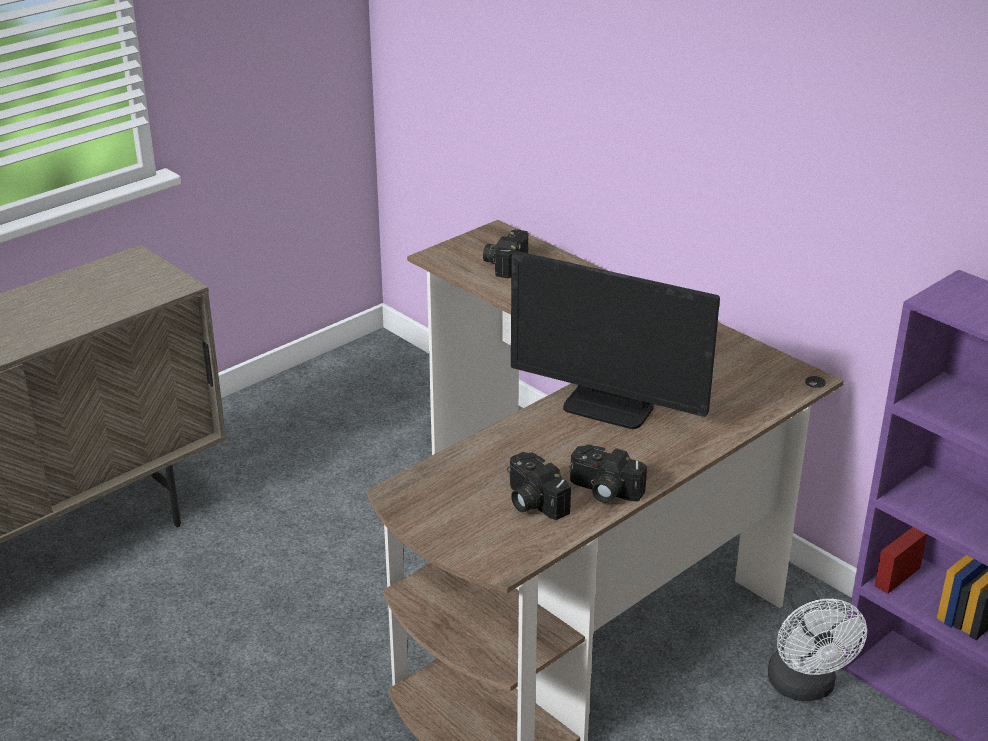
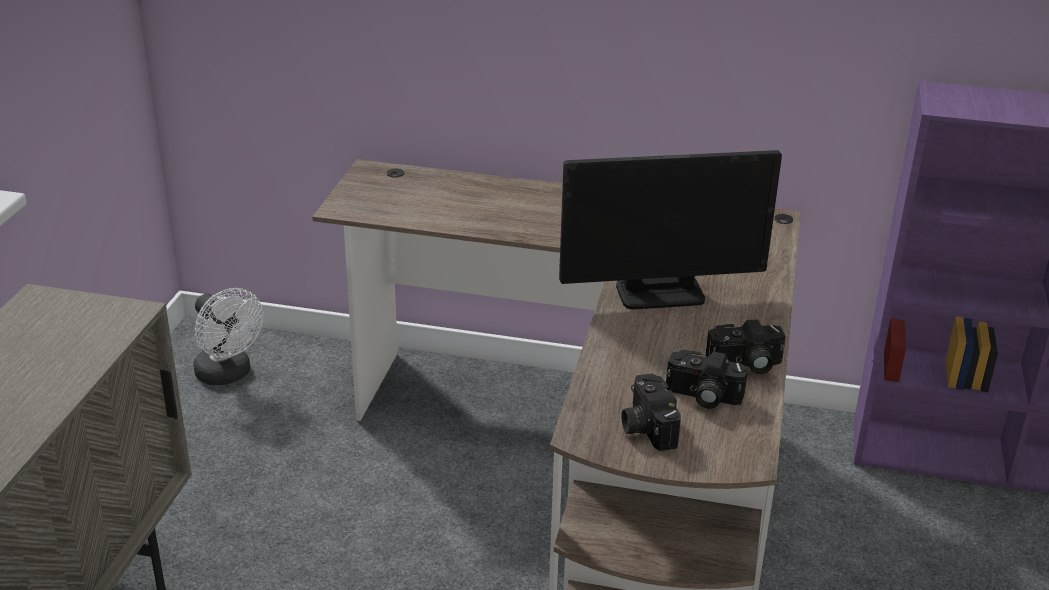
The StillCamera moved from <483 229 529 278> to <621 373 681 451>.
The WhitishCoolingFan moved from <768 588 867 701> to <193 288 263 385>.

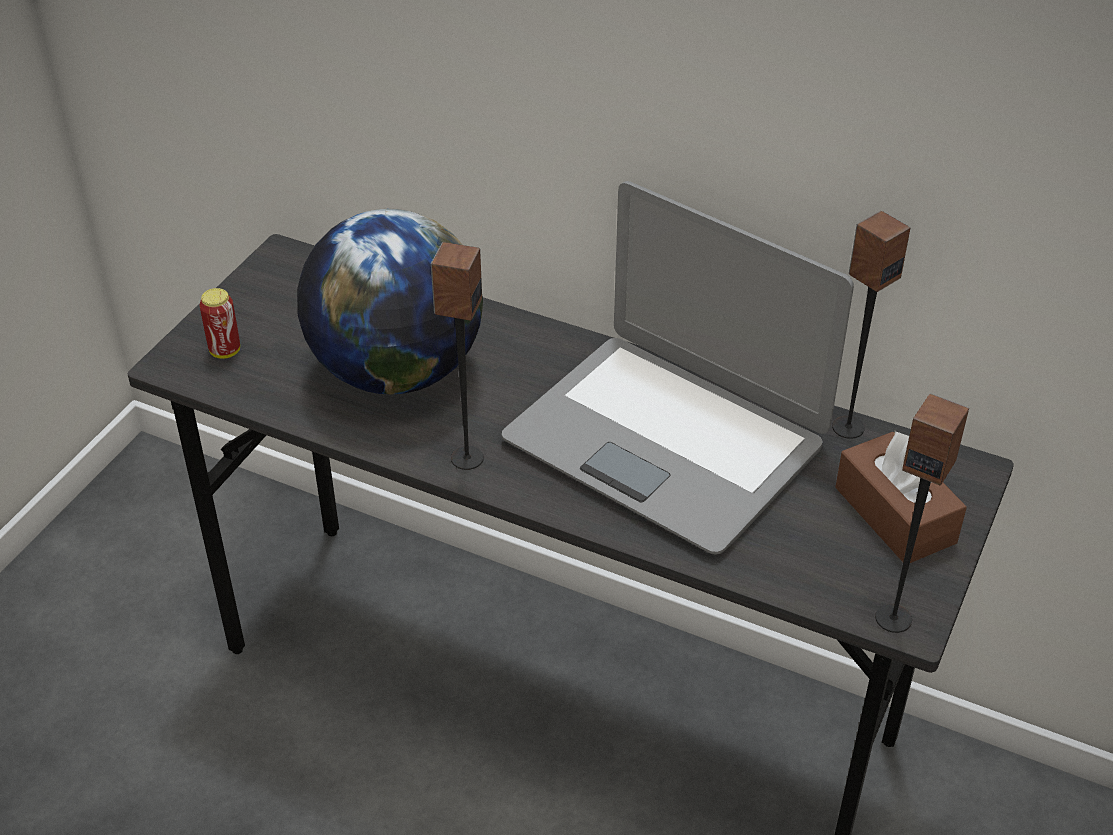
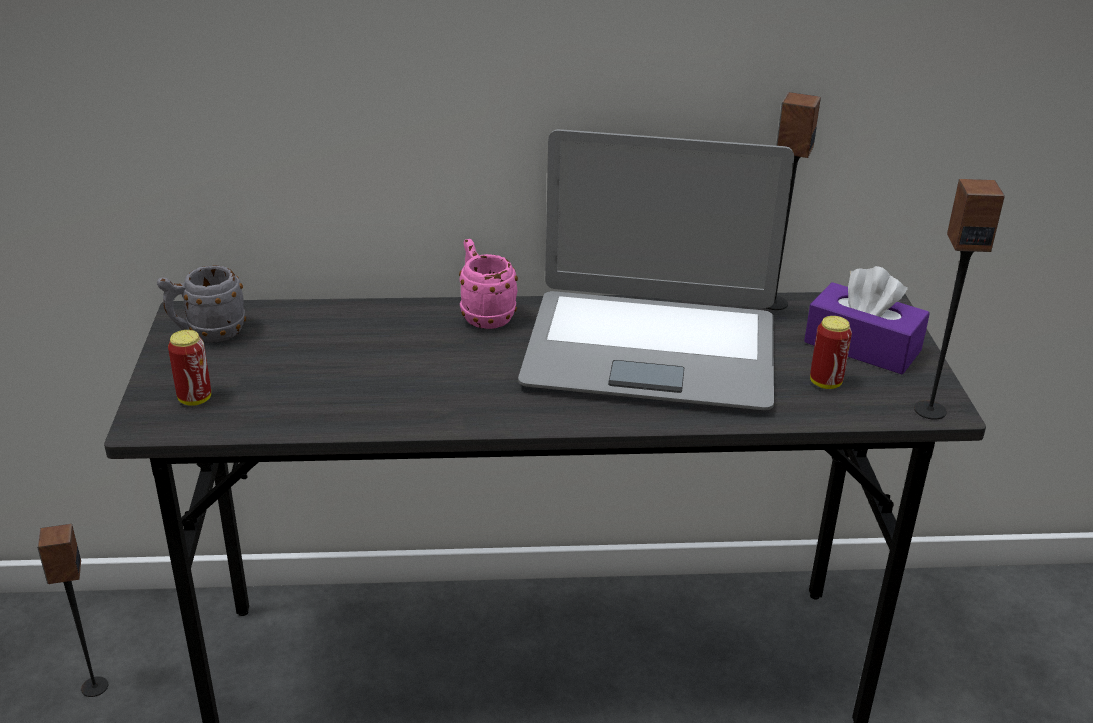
The WorldGlobe at <297 209 483 394> disappeared.
The AudioSpeaker moved from <431 242 484 470> to <37 524 108 697>.
The BrownishBoxOfTissues at <835 431 967 563> became the PurpleColouredBoxOfTissues at <804 266 930 374>.
The PinkCoffeeMug at <459 239 518 329> appeared.
The GreyCoffeeMug at <157 265 246 342> appeared.
The MetalCan at <810 316 852 389> appeared.

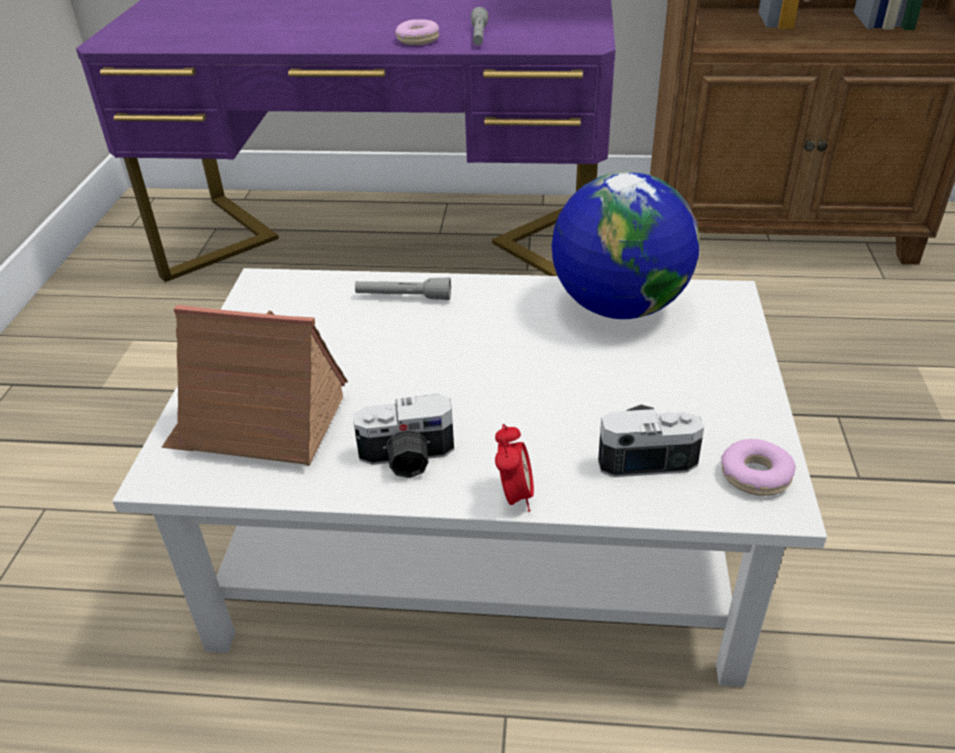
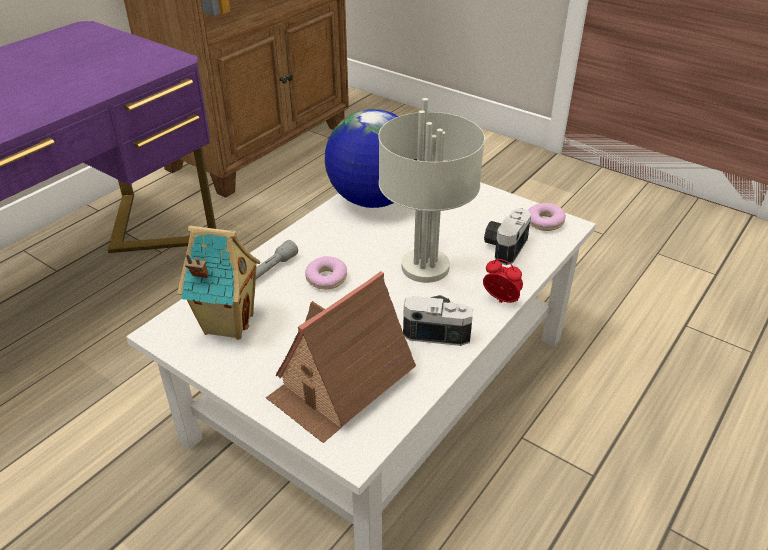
The GreyFlashlight at <471 7 489 45> disappeared.
The Doughnut moved from <395 19 439 45> to <305 256 347 290>.
The StillCamera at <353 394 454 478> turned 105 degrees counterclockwise.
The GreyLampForATable at <378 98 485 283> appeared.
The ToyHouse at <177 226 260 340> appeared.

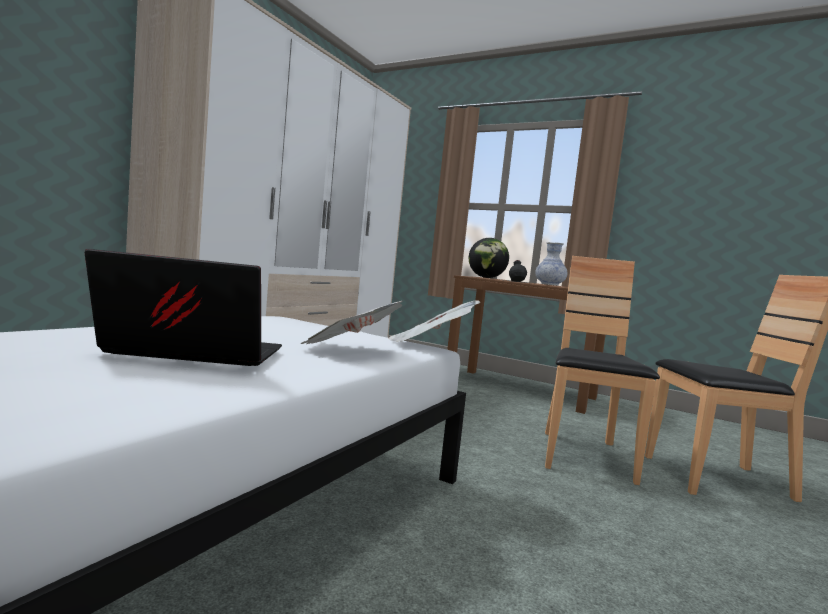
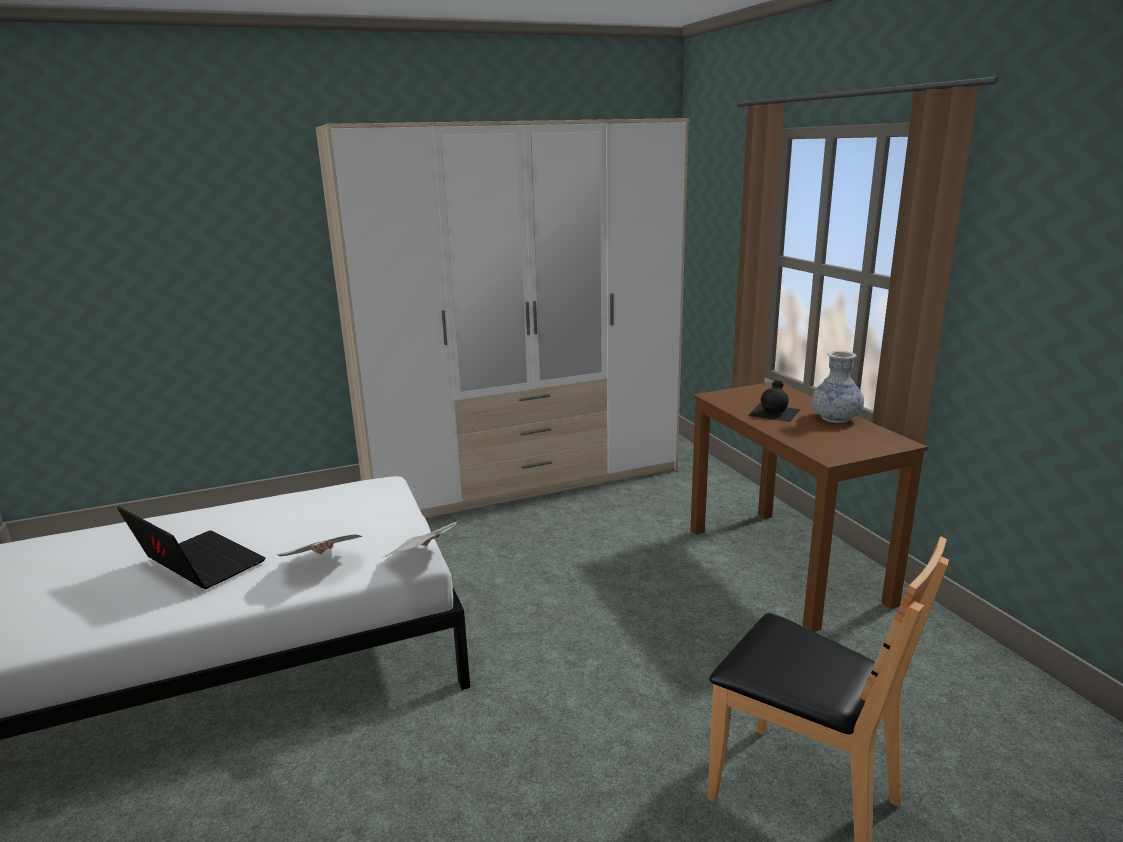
The WorldGlobe at <469 238 509 278> disappeared.
The BrownishUprightChair at <545 256 660 485> disappeared.

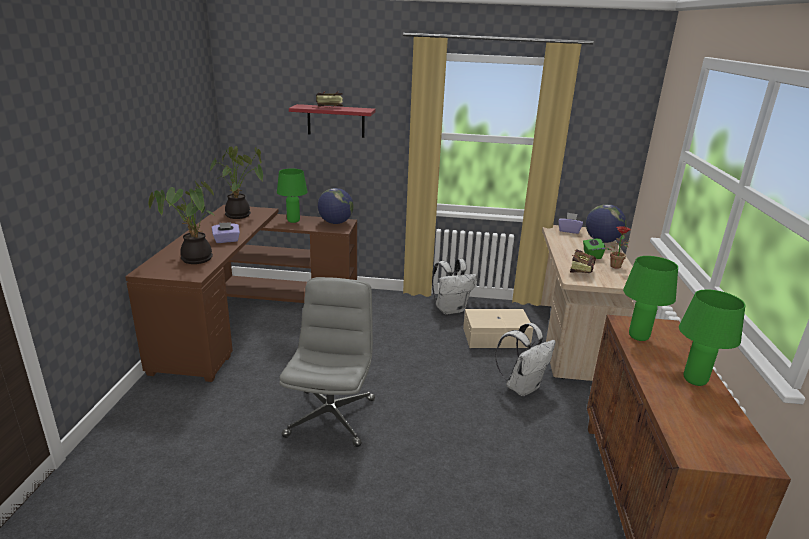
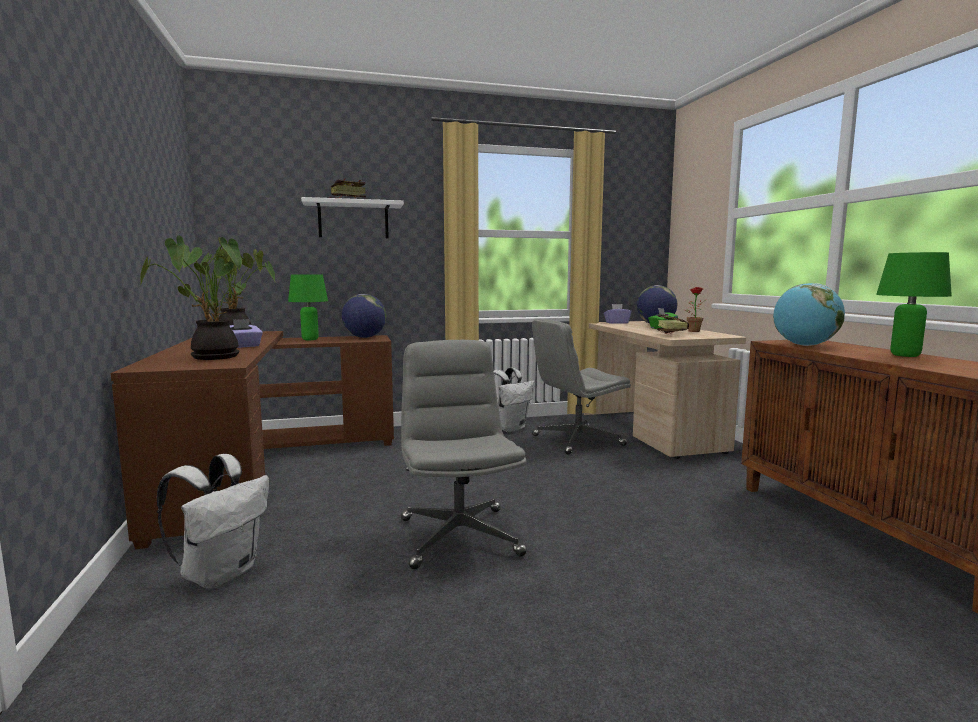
The RedBracketShelf at <289 104 376 138> became the WhitishBracketShelf at <301 197 404 238>.
The GreenColouredLampForATable at <623 256 678 341> was replaced by the WorldGlobe at <773 283 845 346>.
The BeigeColouredStorageContainer at <463 309 533 348> was replaced by the GreyComputerChair at <532 319 631 455>.
The WhitishBackpack moved from <495 323 556 396> to <157 454 269 589>.

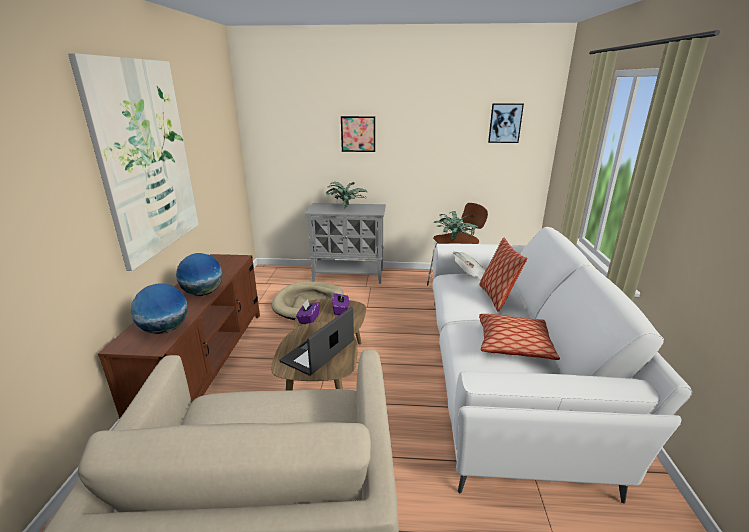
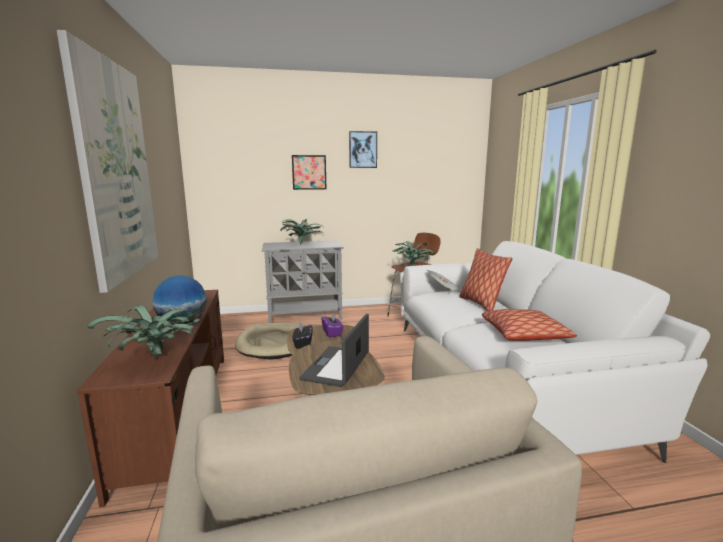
The WallArt moved from <488 103 524 143> to <349 131 377 168>.
The WorldGlobe at <131 284 188 334> was replaced by the Houseplant at <87 305 200 359>.
The PurpleColouredBoxOfTissues at <296 299 320 324> became the BlackColouredBoxOfTissues at <292 321 313 349>.

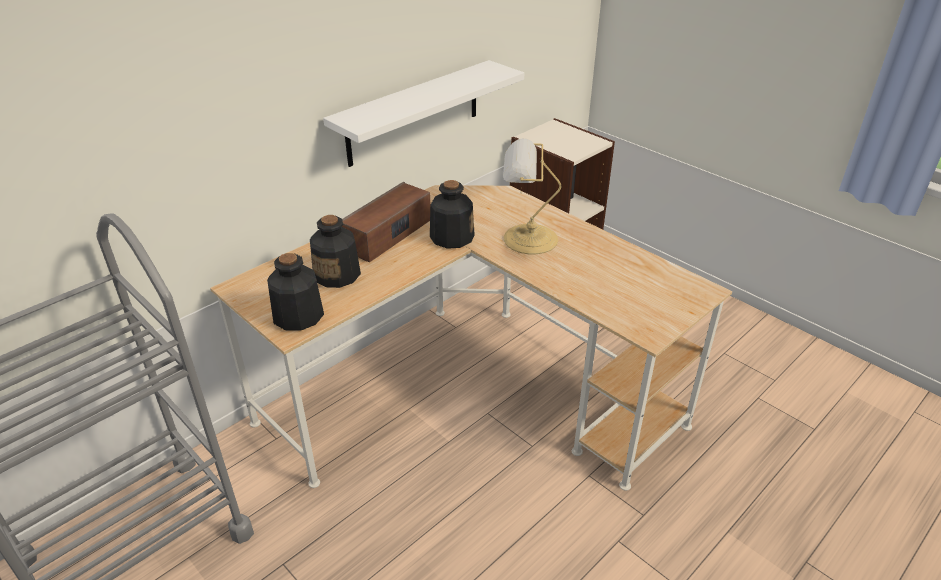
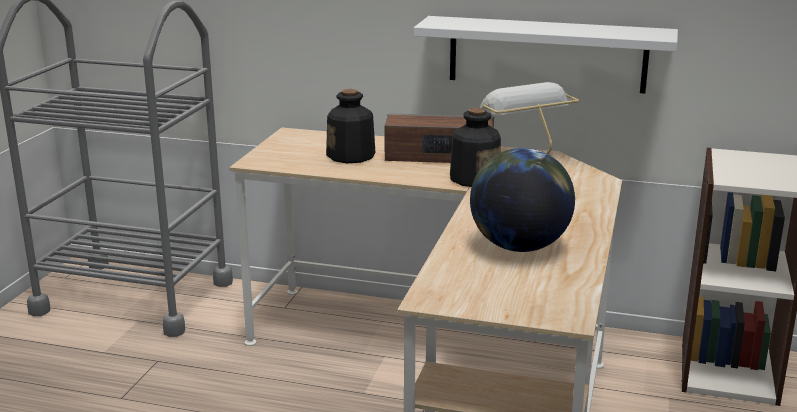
The BeverageBottle at <267 253 324 331> disappeared.
The WorldGlobe at <470 148 575 252> appeared.

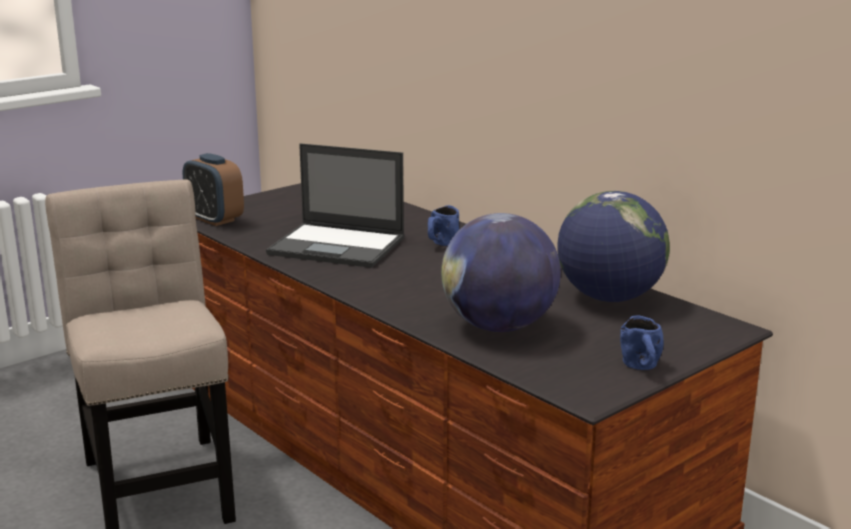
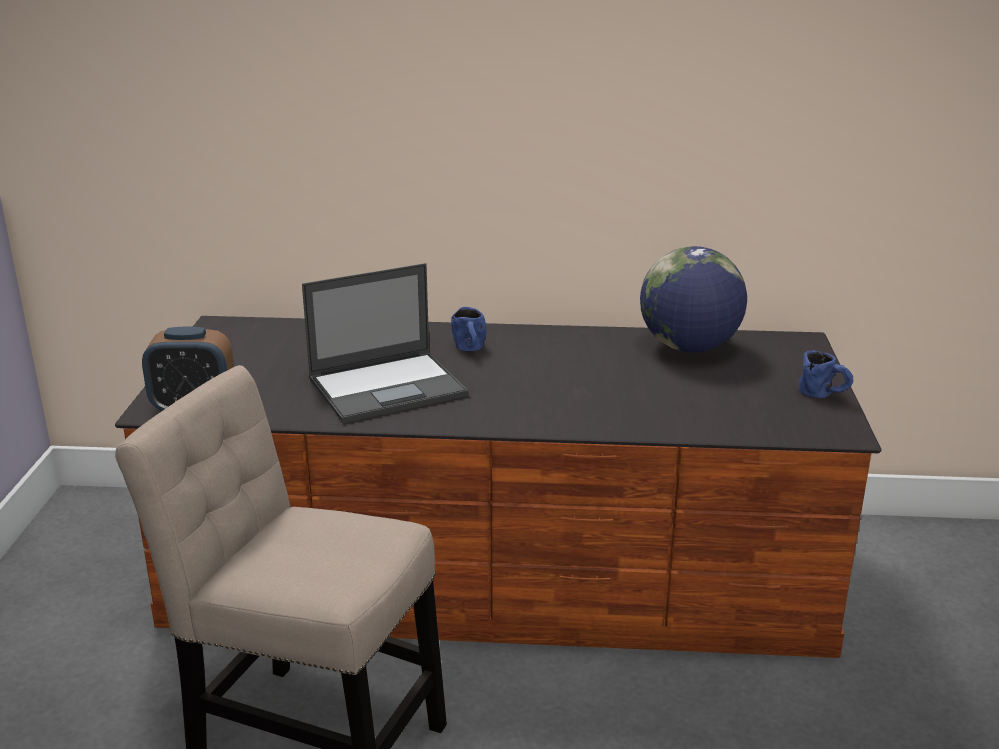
The WorldGlobe at <441 213 561 332> disappeared.

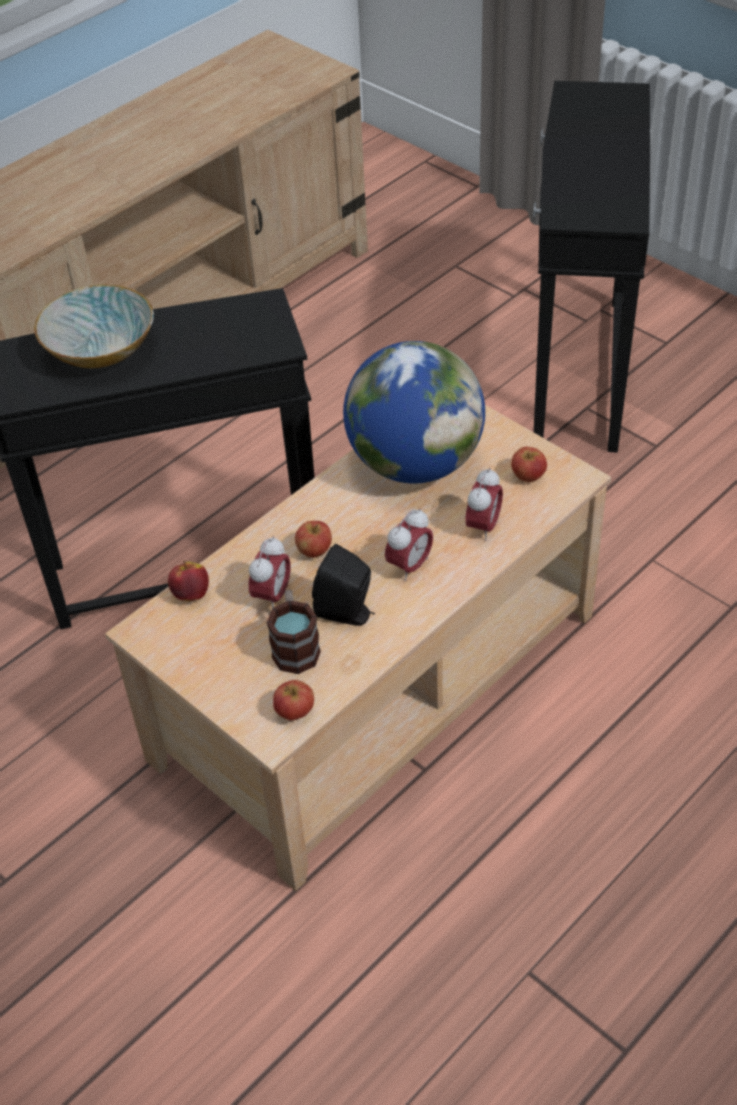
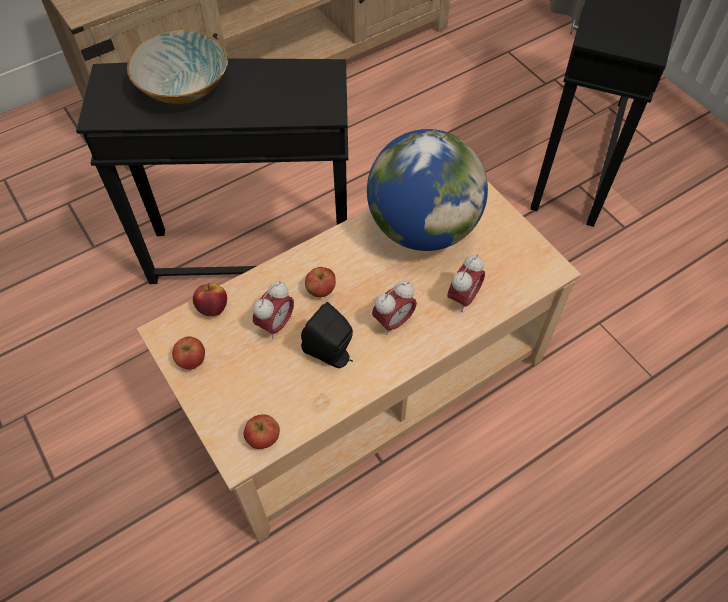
The AppleFruit moved from <511 447 547 482> to <172 336 205 370>.
The CoffeeMug at <266 590 321 674> disappeared.

